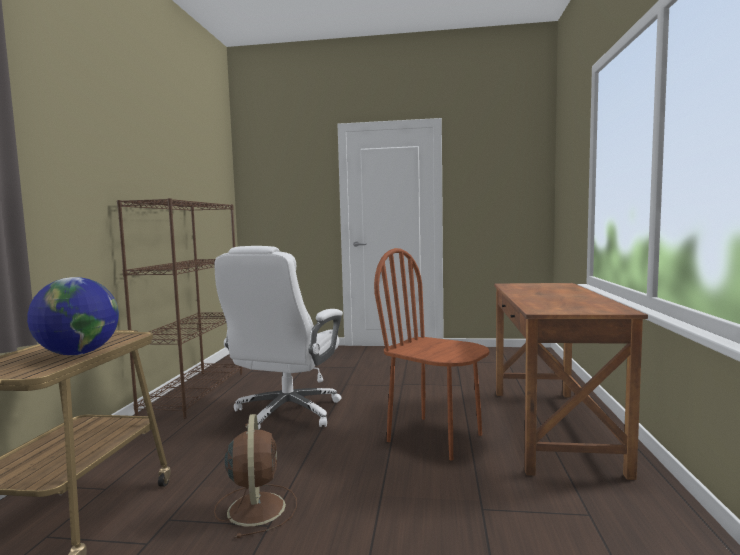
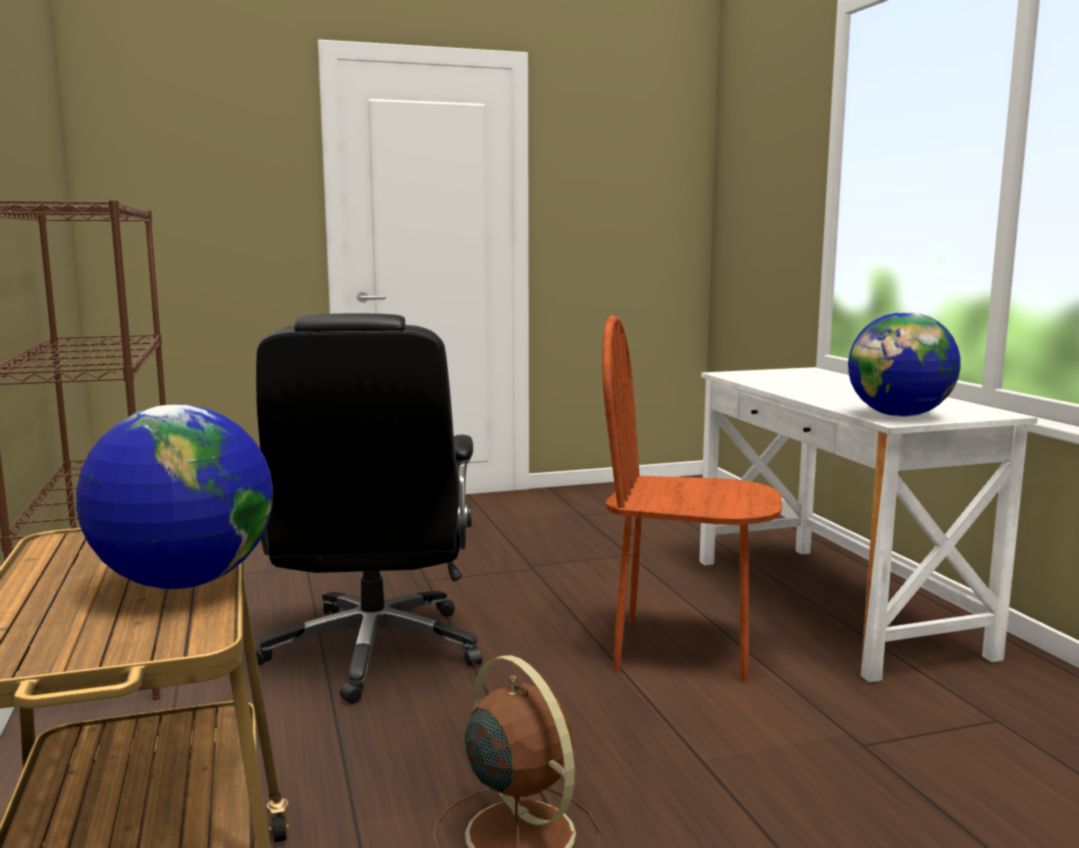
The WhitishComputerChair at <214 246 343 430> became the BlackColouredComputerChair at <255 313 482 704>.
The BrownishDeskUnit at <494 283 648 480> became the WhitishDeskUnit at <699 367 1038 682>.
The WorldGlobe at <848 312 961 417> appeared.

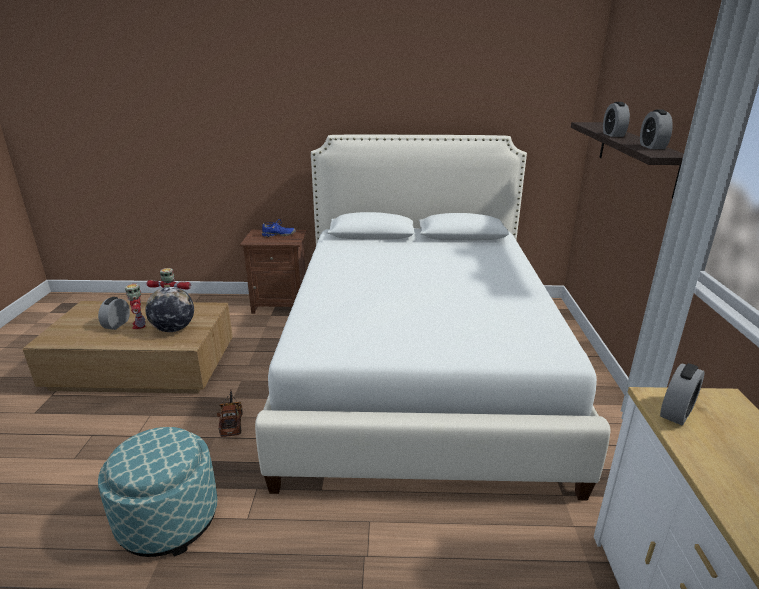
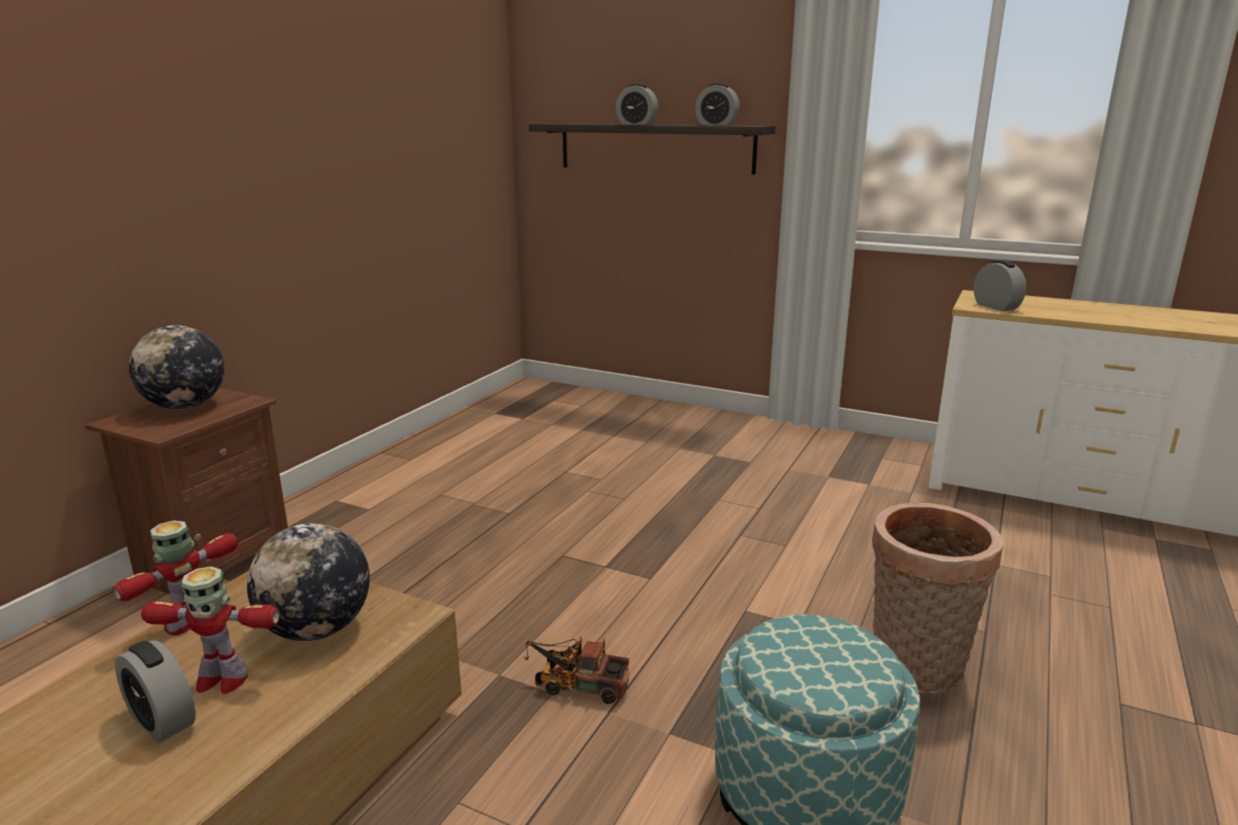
The WhitishSleepingBed at <255 135 610 500> disappeared.
The BluishLowShoe at <262 219 296 237> was replaced by the WorldGlobe at <129 325 224 410>.
The HouseholdBasket at <872 503 1003 694> appeared.

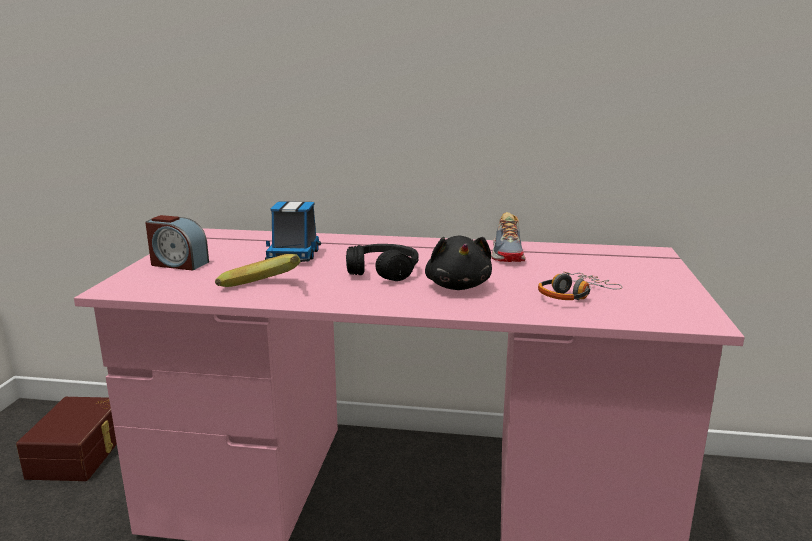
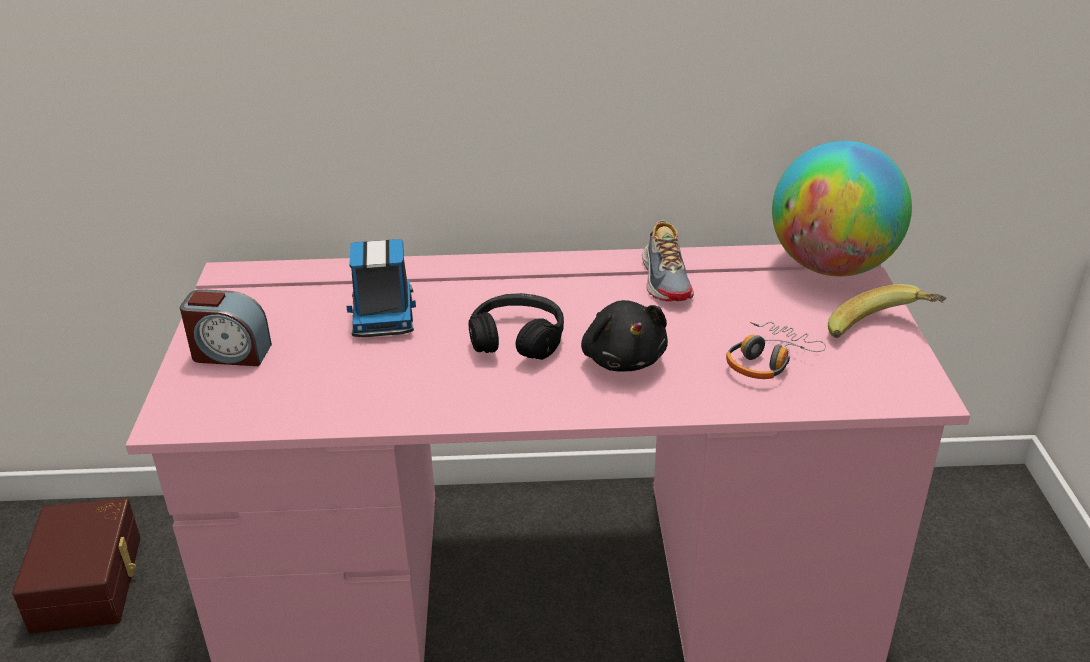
The Banana moved from <215 254 300 287> to <828 284 946 338>.
The WorldGlobe at <772 141 912 276> appeared.

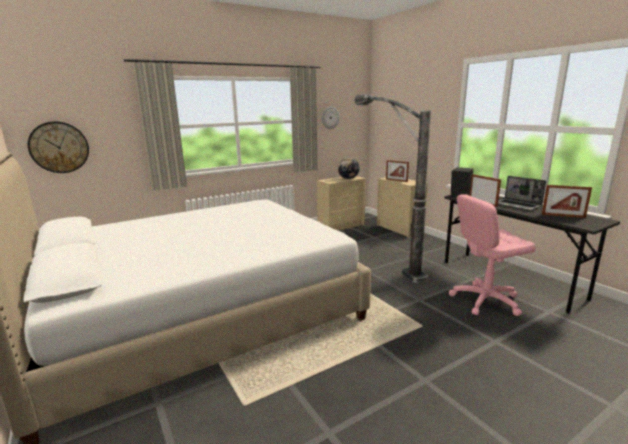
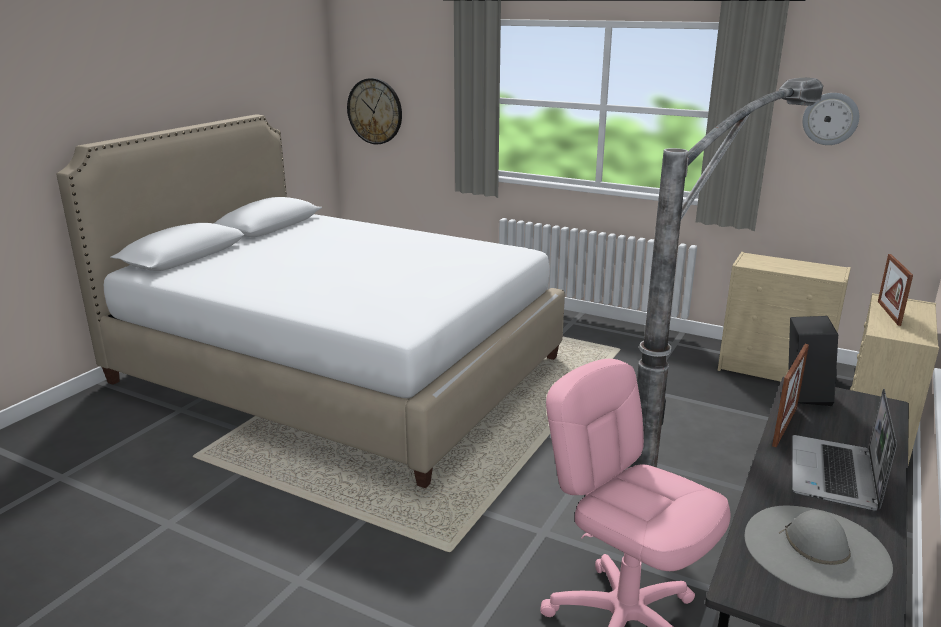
The WorldGlobe at <338 157 360 179> disappeared.
The PictureFrame at <542 185 592 218> was replaced by the GreyHat at <745 506 893 598>.

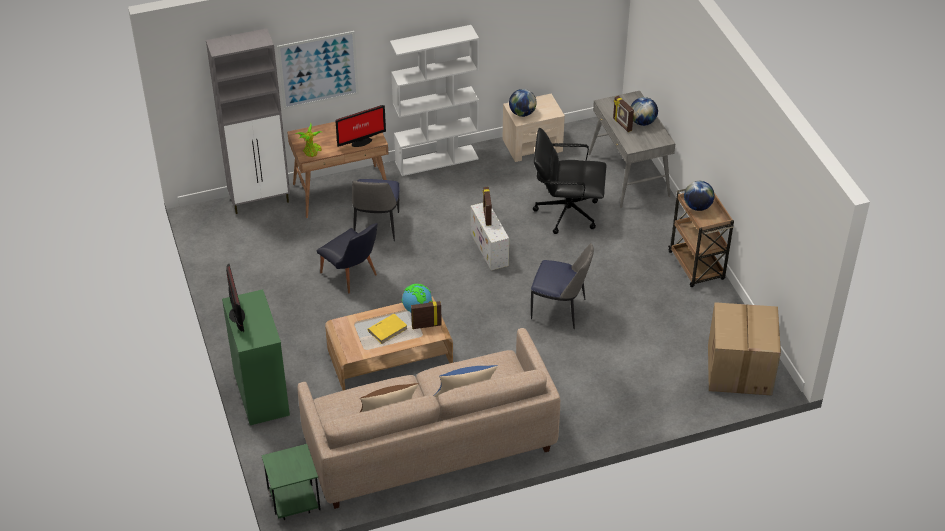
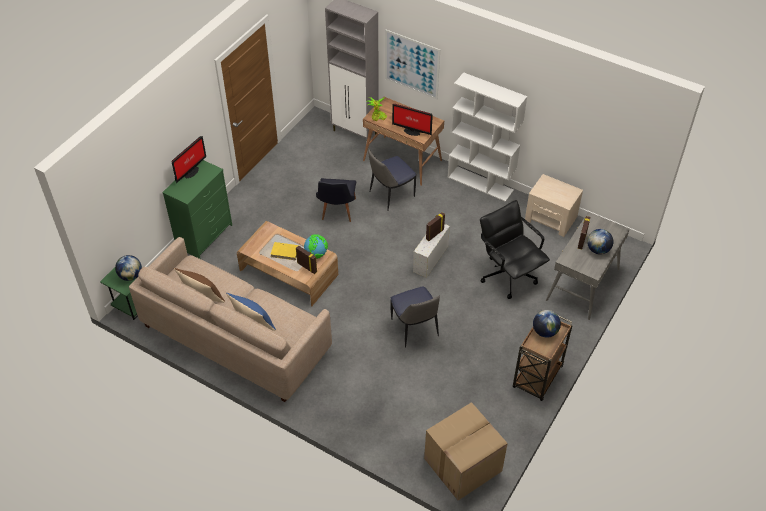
The WorldGlobe moved from <509 89 537 117> to <115 255 142 281>.

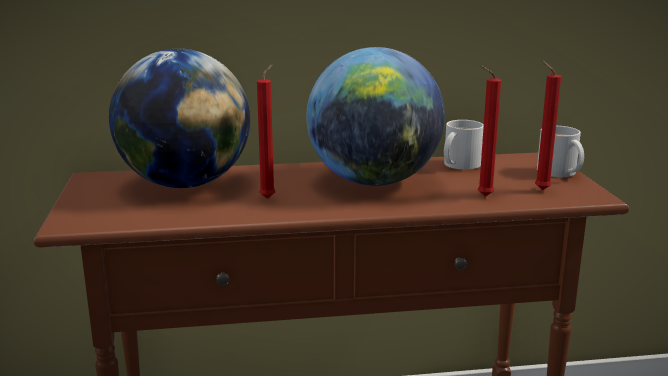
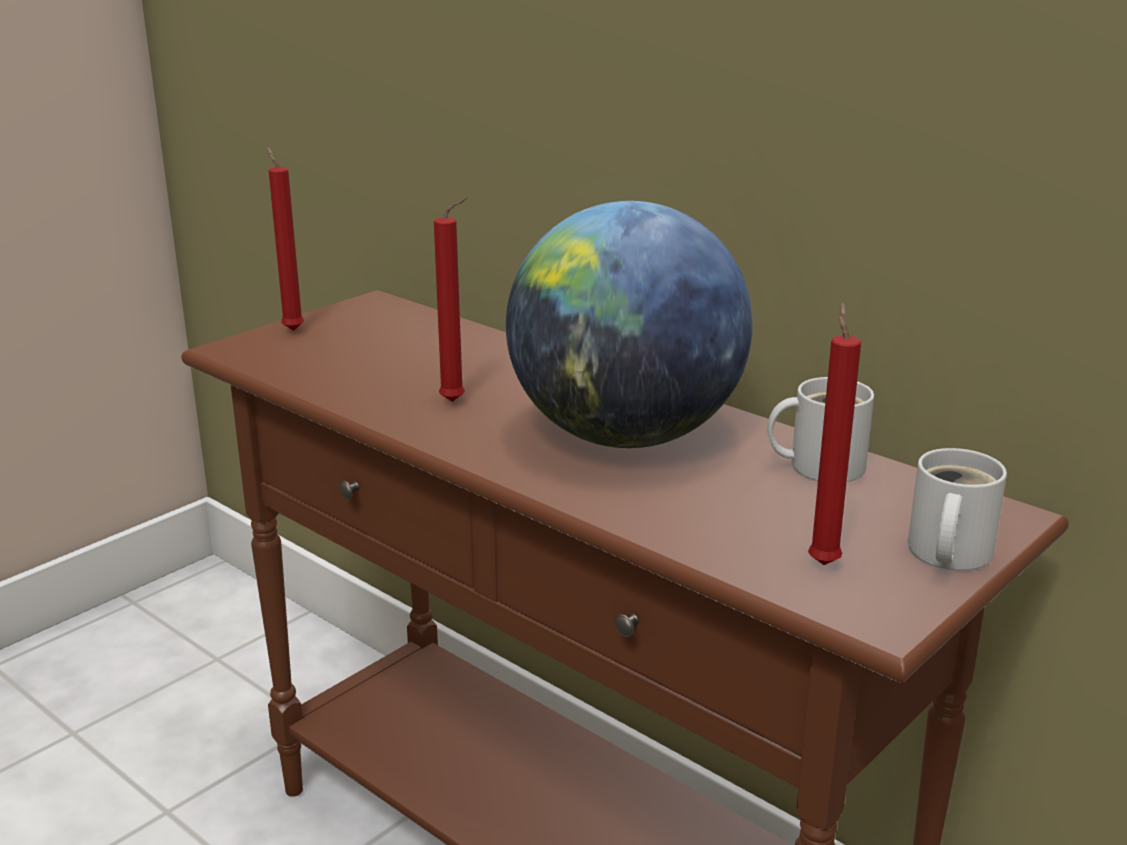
The WorldGlobe at <109 49 250 188> disappeared.
The RedWaxCandle moved from <478 65 501 197> to <267 146 304 331>.

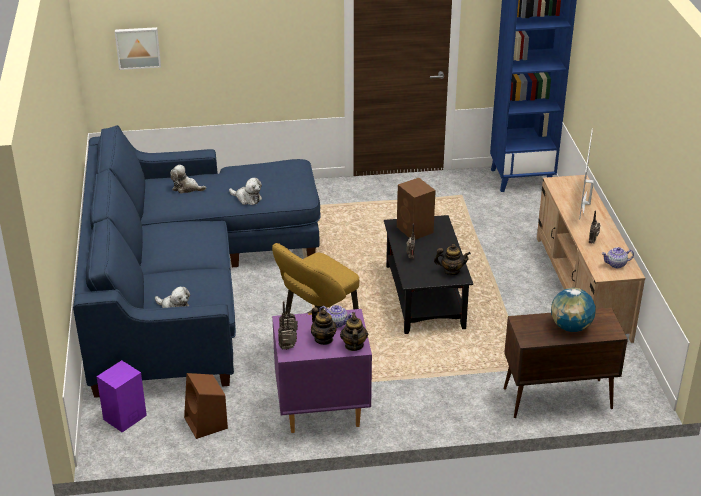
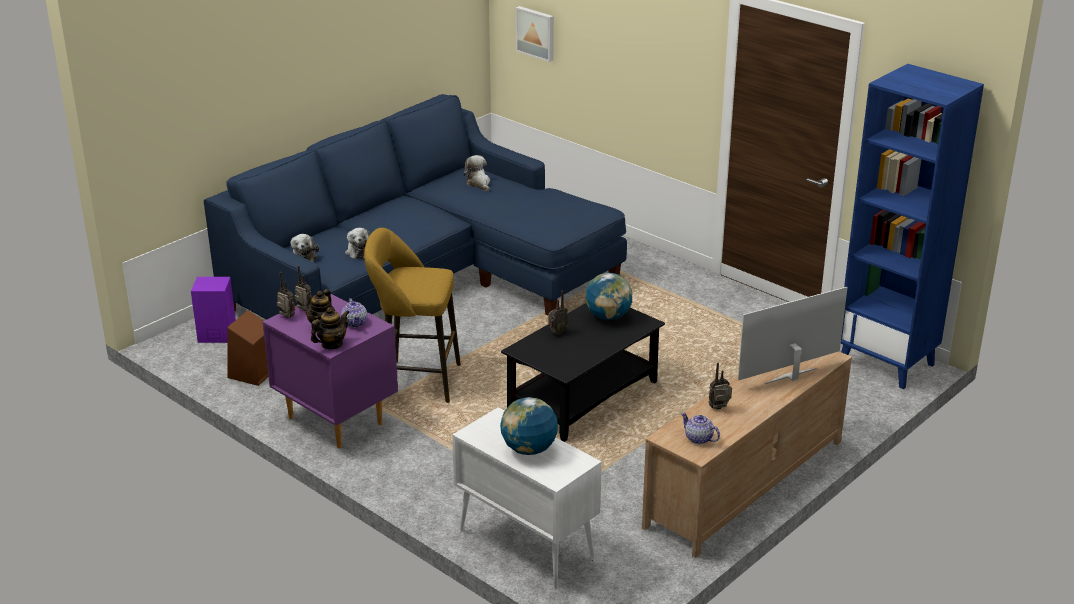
The PlushToy moved from <229 178 262 205> to <345 228 370 259>.
The BrownishAudioSpeaker at <397 178 436 240> was replaced by the WorldGlobe at <586 273 632 320>.
The TeaPot at <434 244 471 275> disappeared.
The BrownishCabinet at <504 308 628 418> became the WhitishCabinet at <452 407 602 589>.

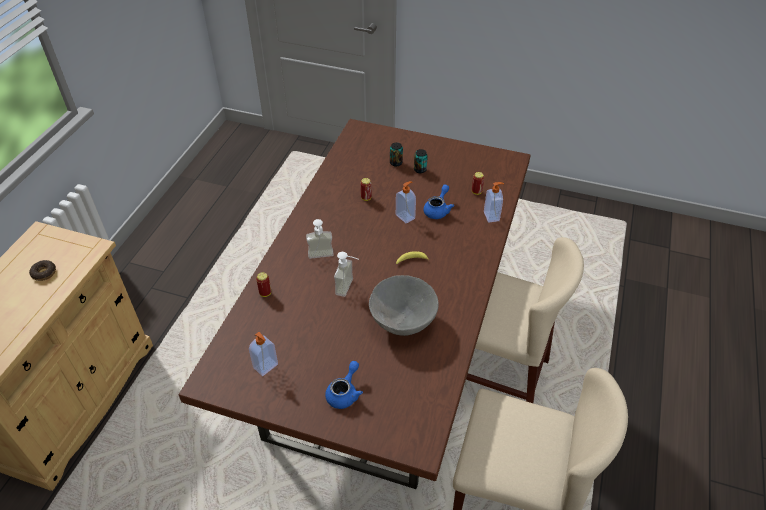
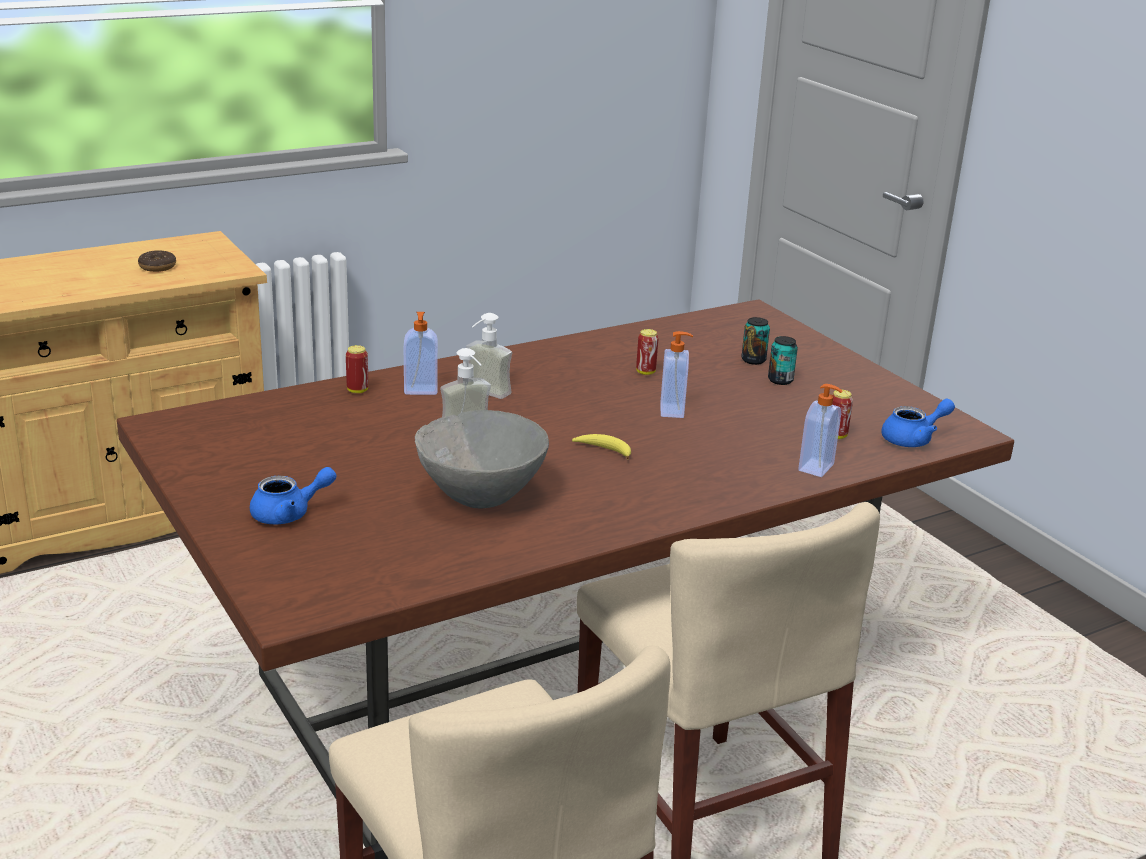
The BluishTeaPot moved from <423 184 454 219> to <881 399 955 447>.
The LiquidSoapBottle moved from <249 332 278 376> to <404 312 438 395>.

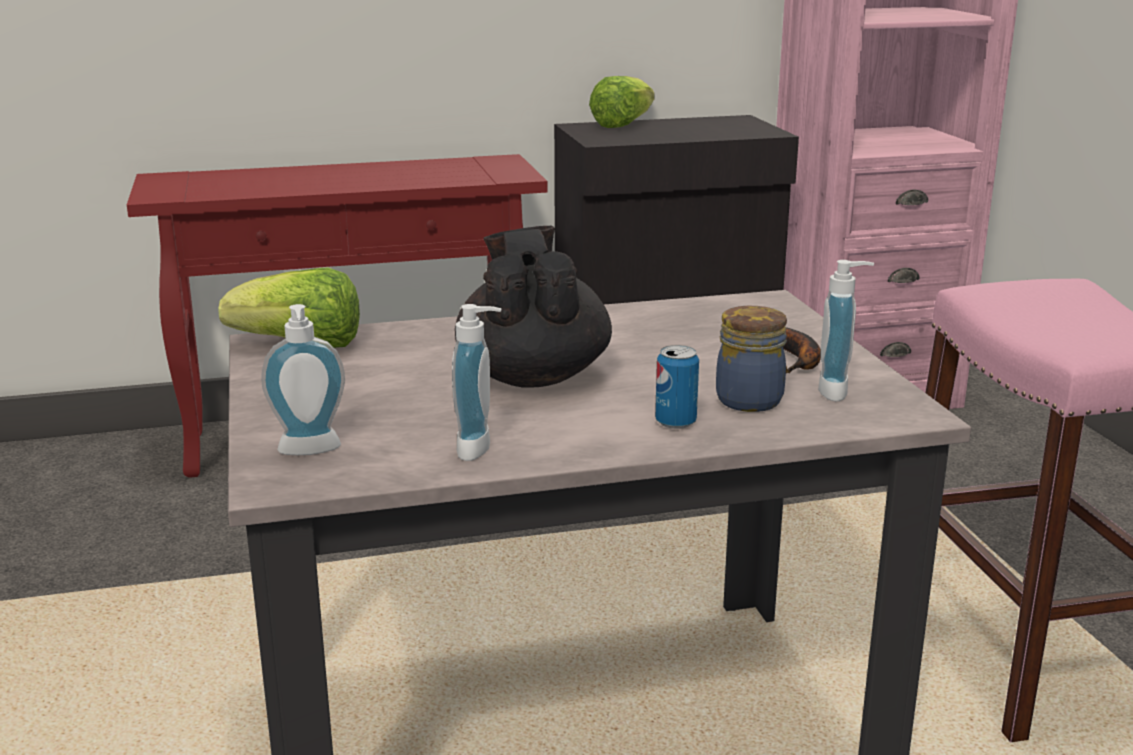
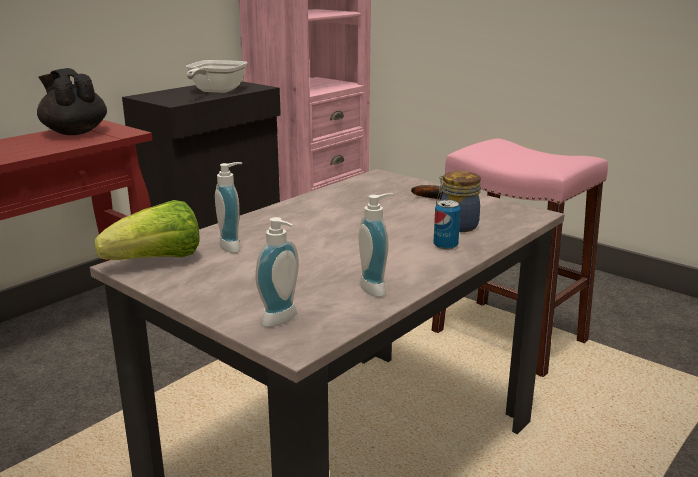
The HeadOfLettuce at <589 76 654 128> disappeared.
The BlackColouredTeaPot moved from <455 226 612 388> to <37 68 107 135>.
The LiquidSoapBottle moved from <818 260 874 401> to <215 162 242 253>.
The Skillet at <186 60 248 93> appeared.

